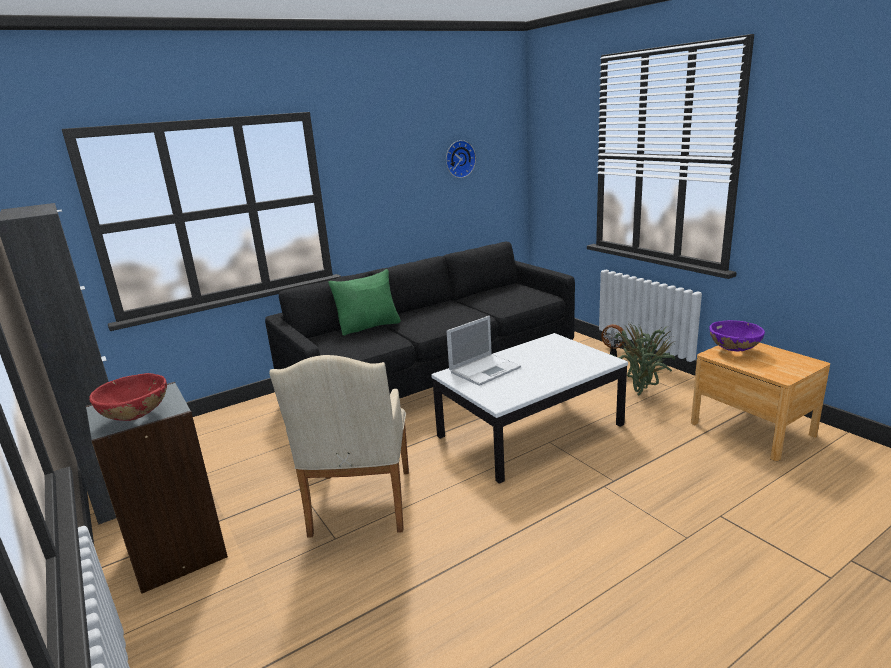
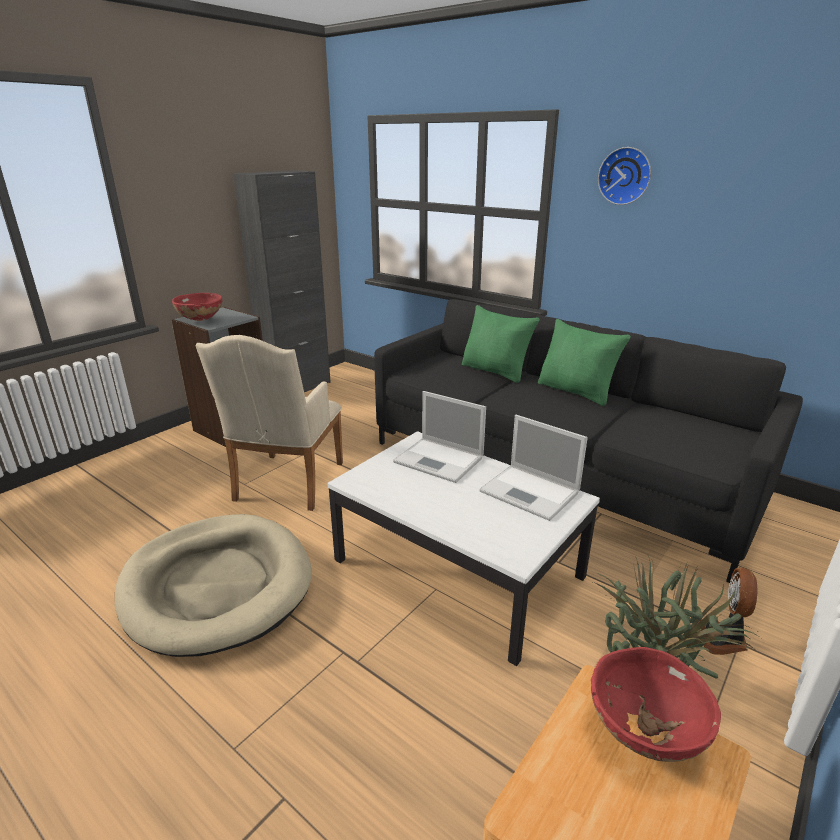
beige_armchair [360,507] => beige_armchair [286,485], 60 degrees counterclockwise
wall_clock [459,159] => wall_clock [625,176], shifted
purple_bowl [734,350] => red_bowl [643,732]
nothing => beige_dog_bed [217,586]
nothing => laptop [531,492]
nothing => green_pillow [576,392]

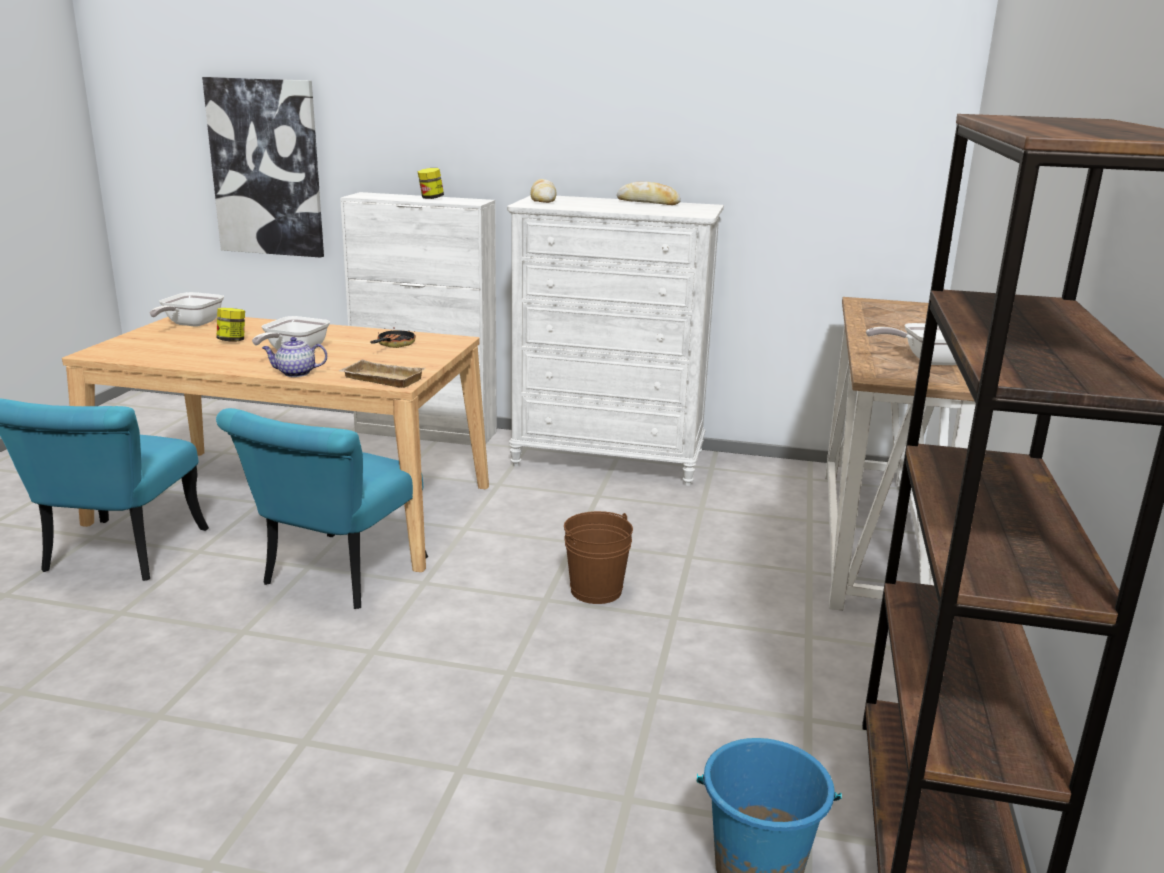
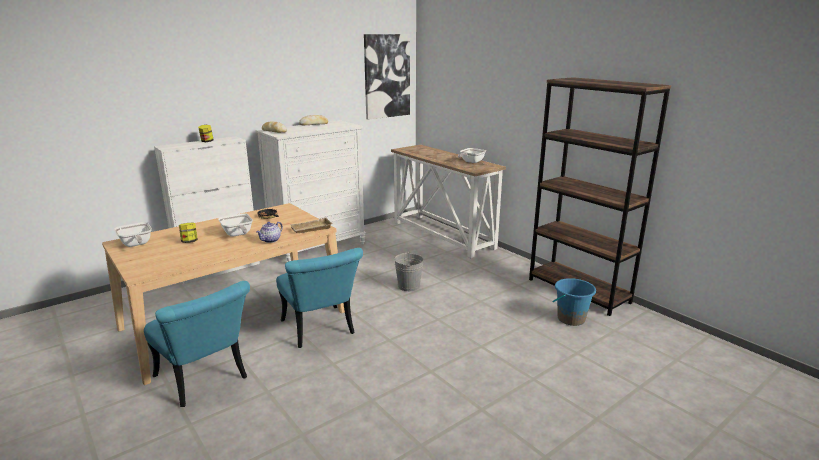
picture [266,168] => picture [386,76], shifted
brown_bucket [596,590] => grey_bucket [408,286]

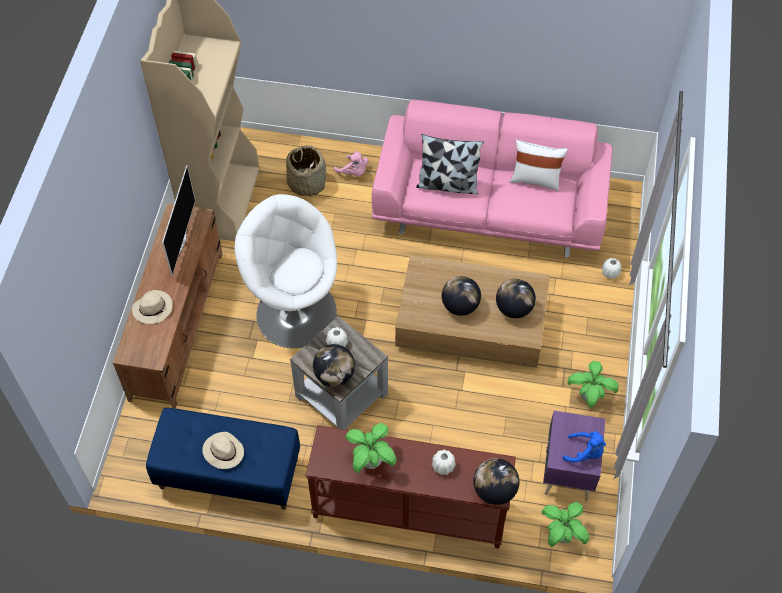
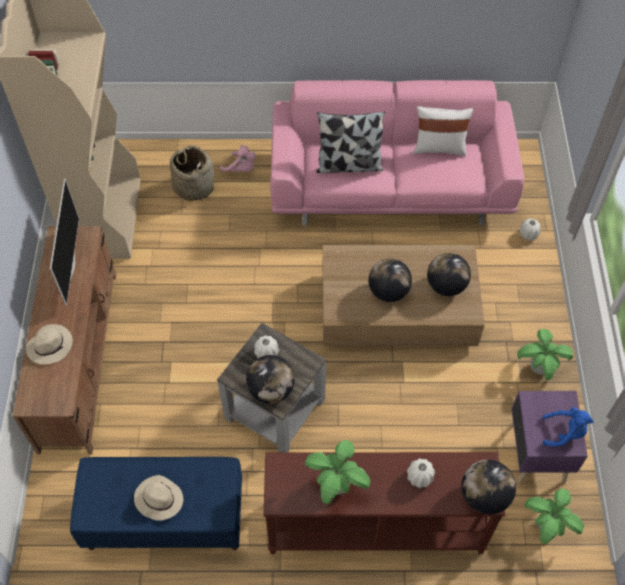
white_armchair [295,312] => nothing

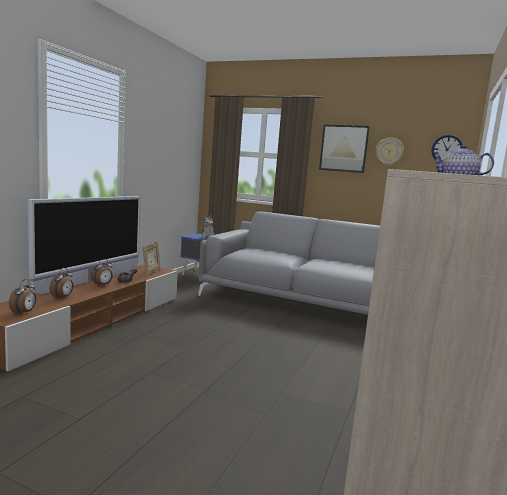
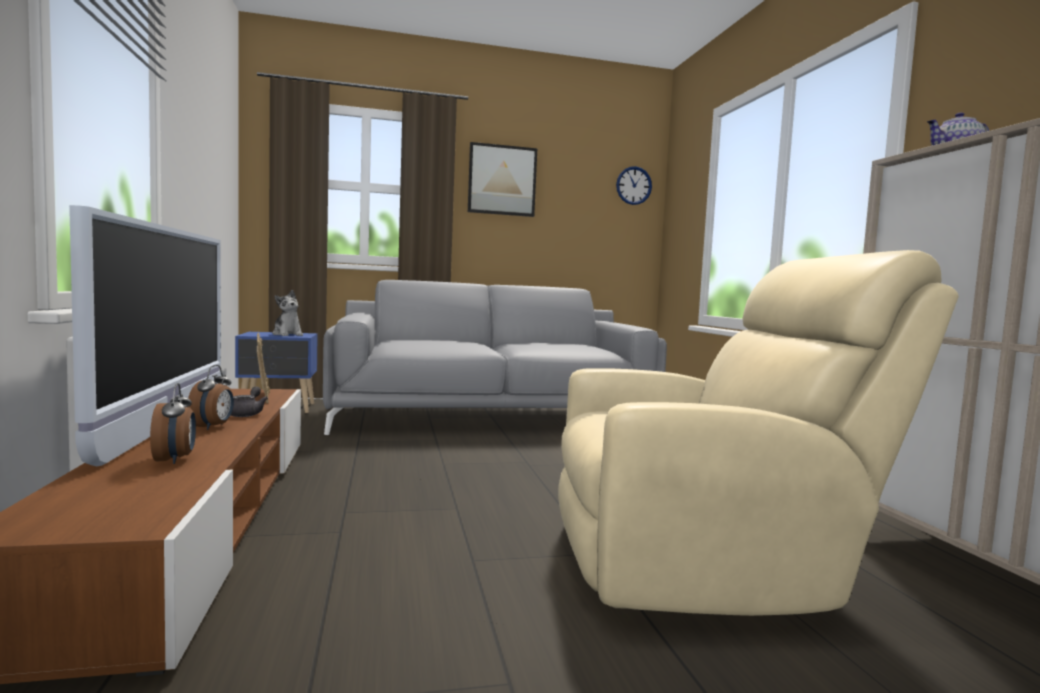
alarm_clock [24,312] => nothing
wall_clock [389,151] => nothing
nothing => beige_armchair [706,566]

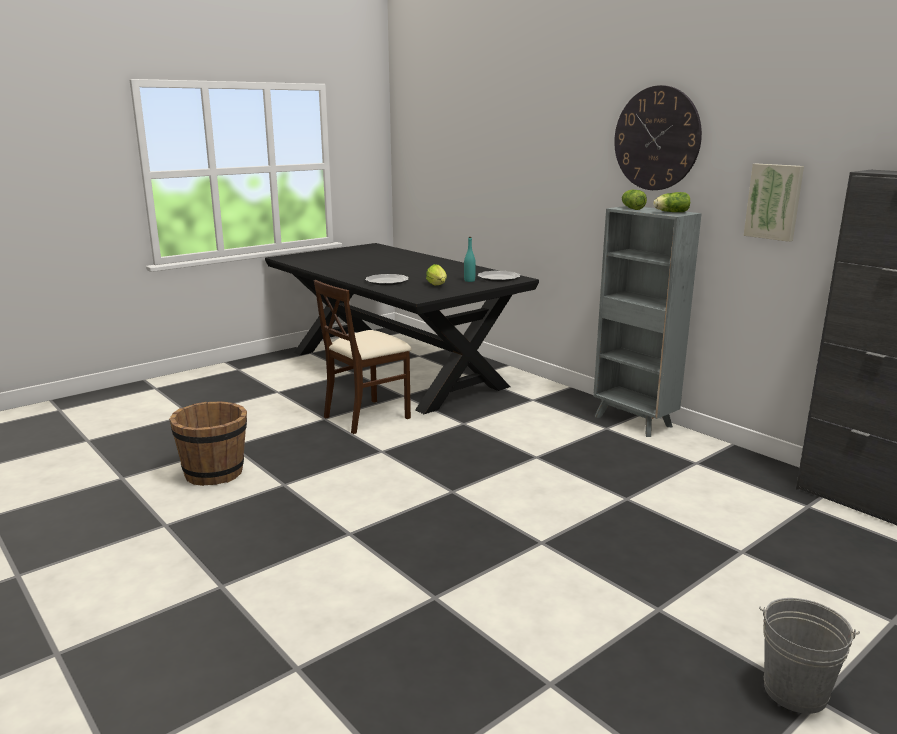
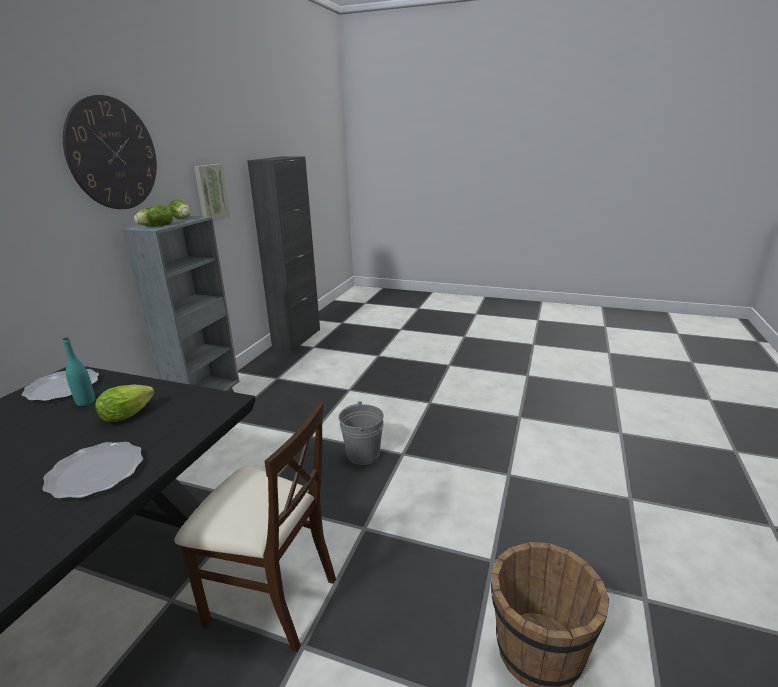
grey_bucket [795,691] => grey_bucket [363,454], shifted

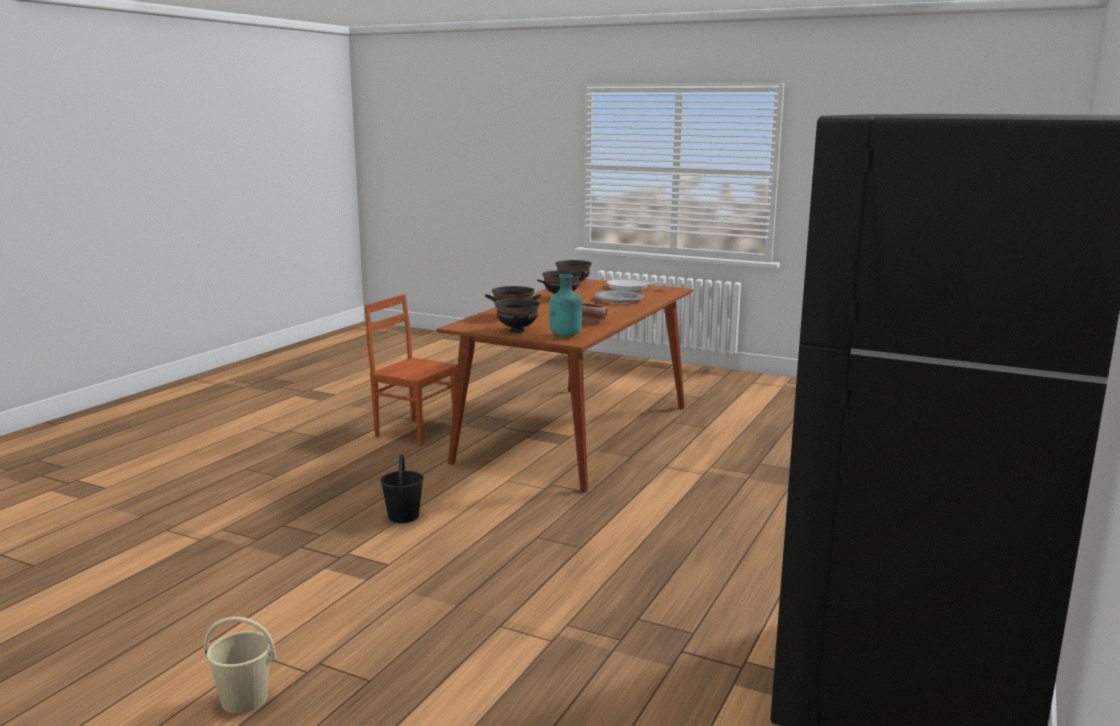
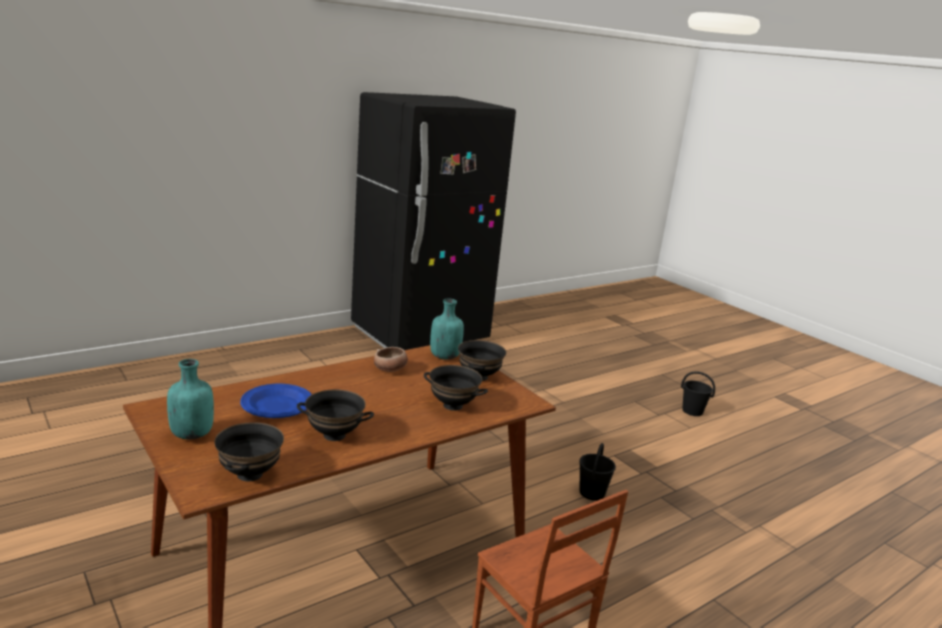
beige_bucket [243,700] => black_bucket [692,411]
grey_plate [619,299] => blue_plate [276,405]
frying_pan [630,288] => turquoise_bottle [192,434]

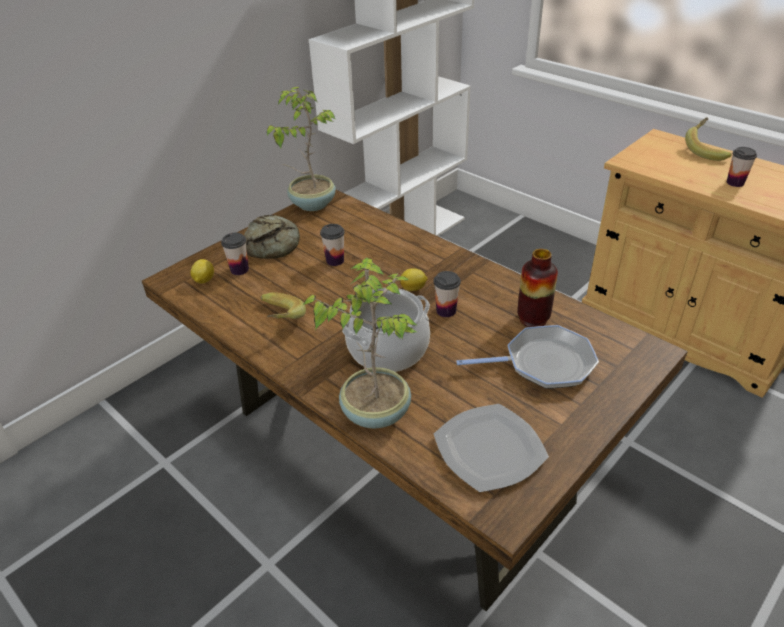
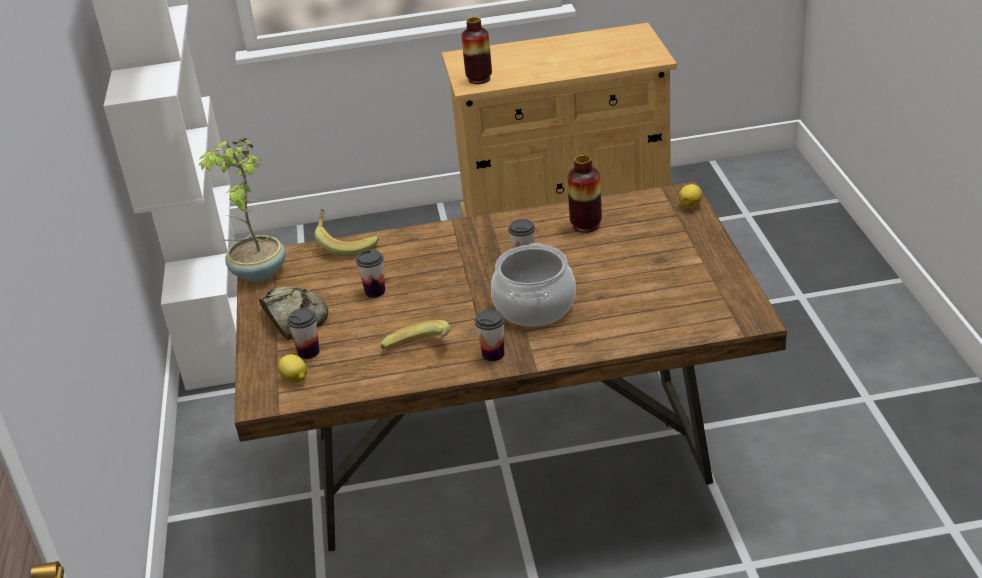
potted_plant [375,411] => nothing
lemon [414,288] => lemon [690,205], shifted
plate [489,448] => nothing
frying_pan [543,363] => nothing
banana [706,150] => banana [346,244], shifted
cup [735,183] => cup [493,354], shifted
nothing => vase [479,79]

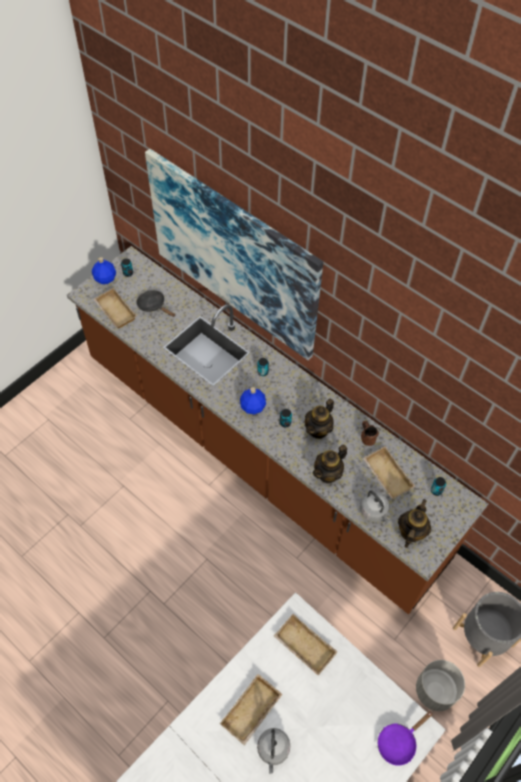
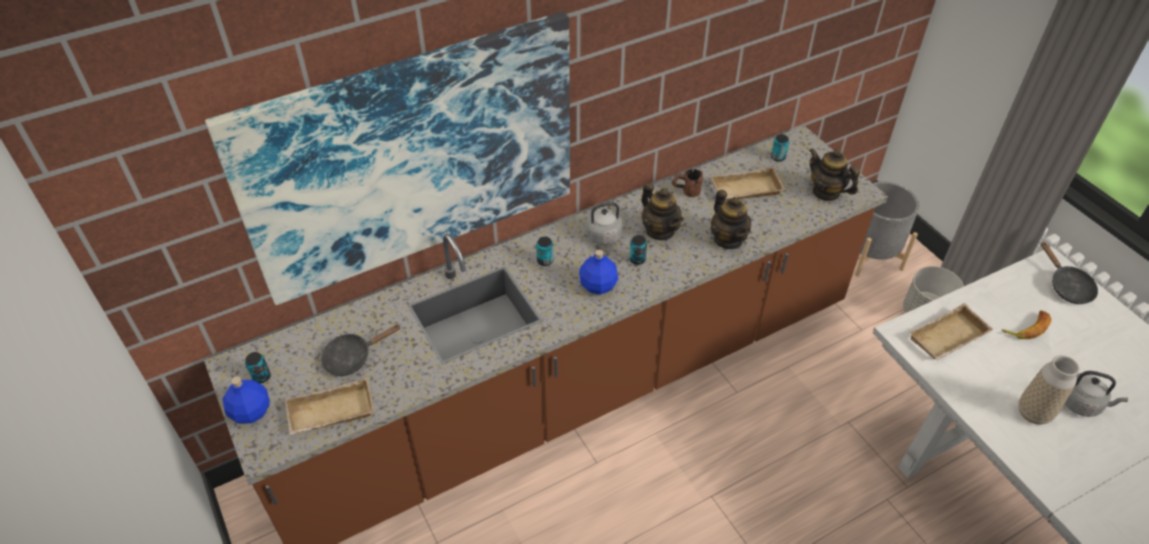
beige_tray [252,712] => vase [1033,413]
grey_kettle [374,512] => grey_kettle [606,235], shifted
purple_frying_pan [399,742] => black_frying_pan [1067,286]
nothing => banana [1027,327]

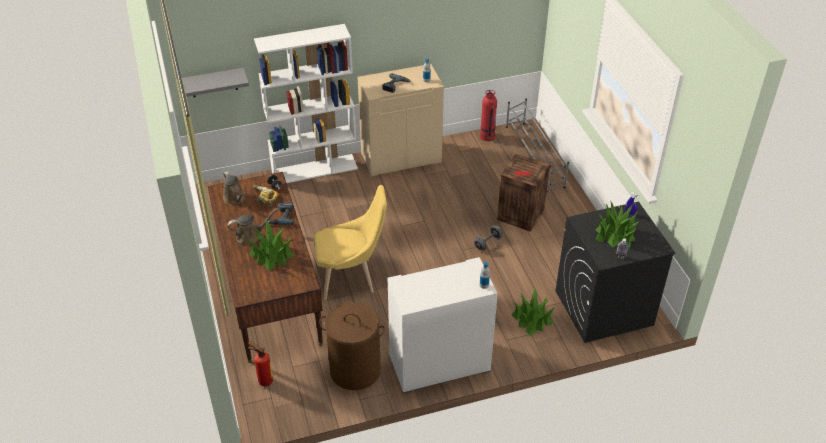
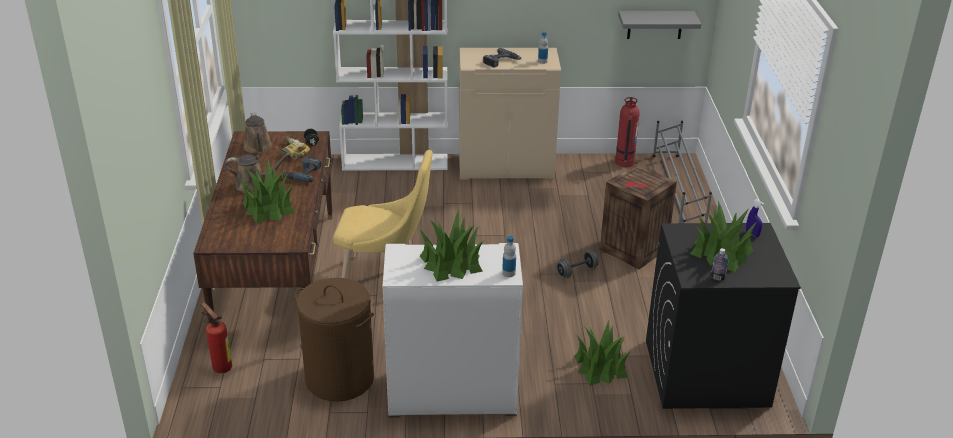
grey_shelf [214,83] => grey_shelf [655,24], shifted
nothing => potted_plant [451,263]

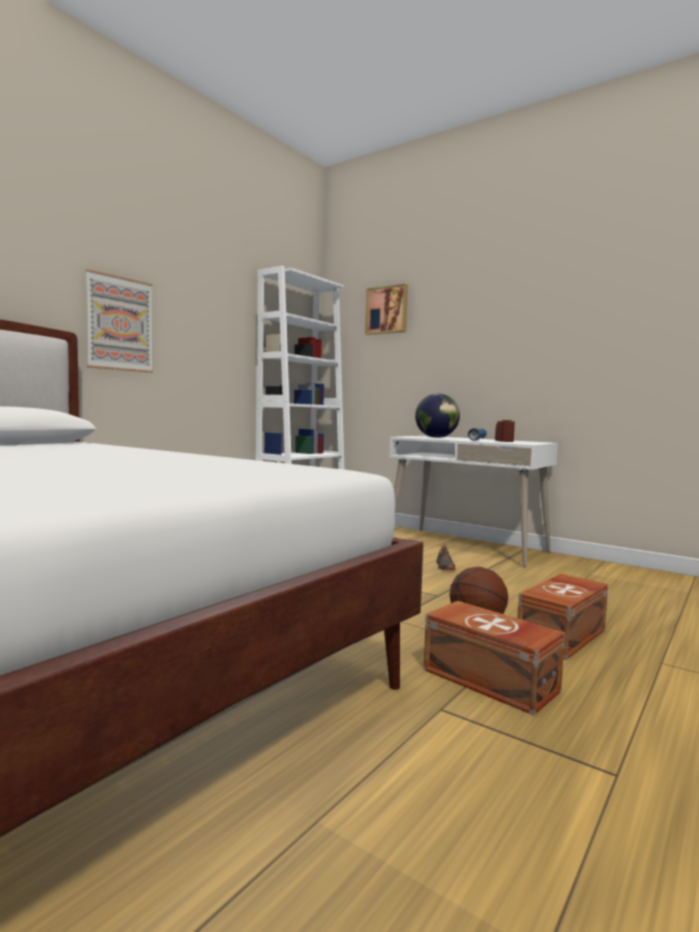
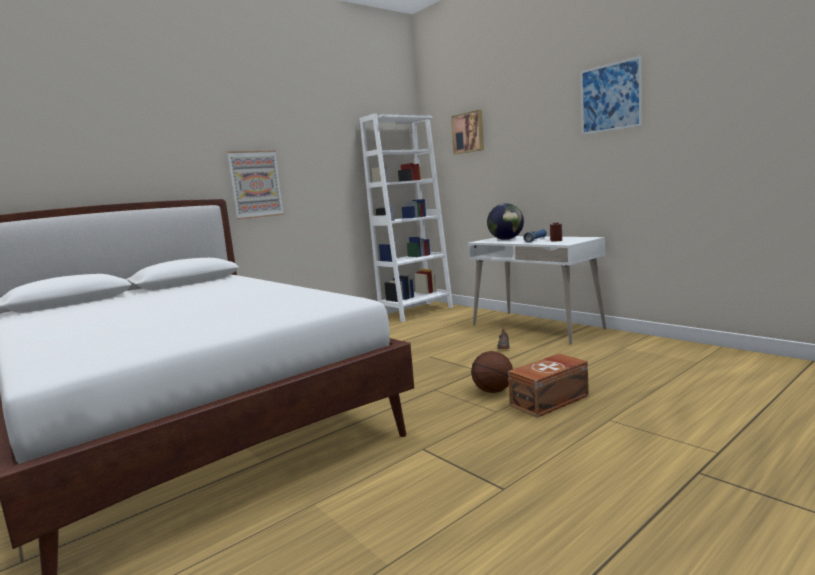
brown_storage_box [490,681] => nothing
nothing => picture [610,97]

